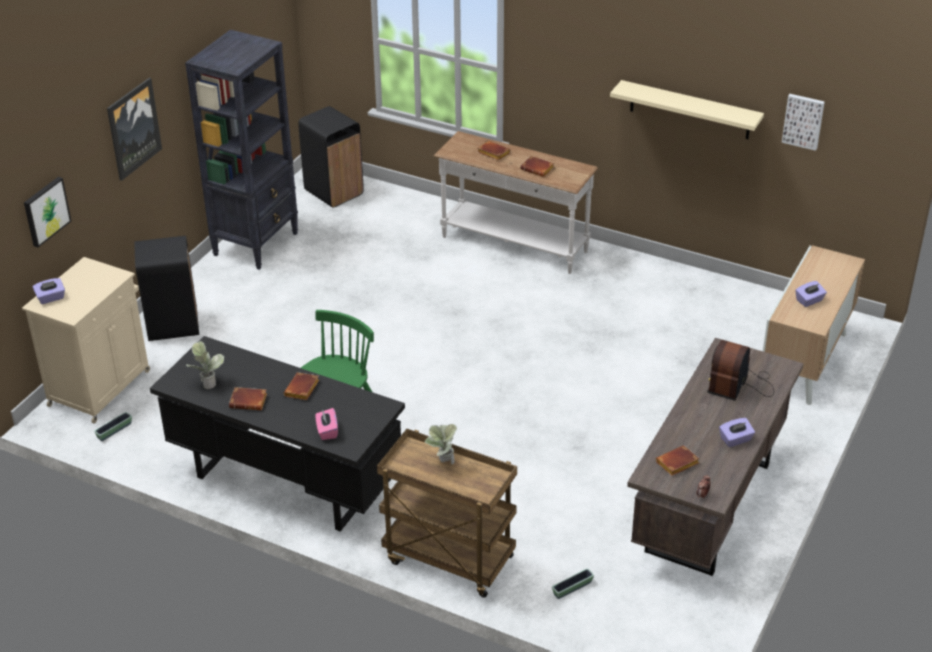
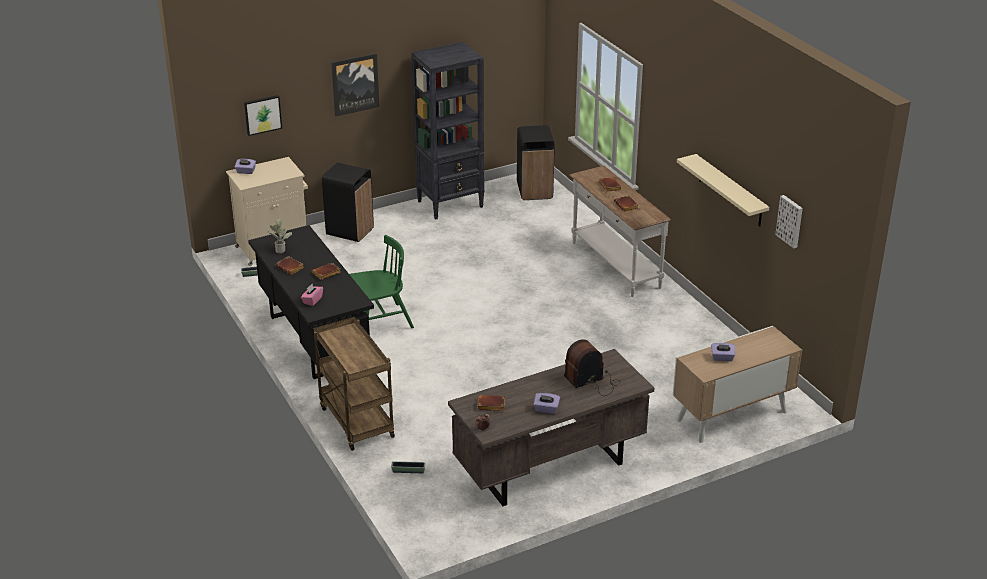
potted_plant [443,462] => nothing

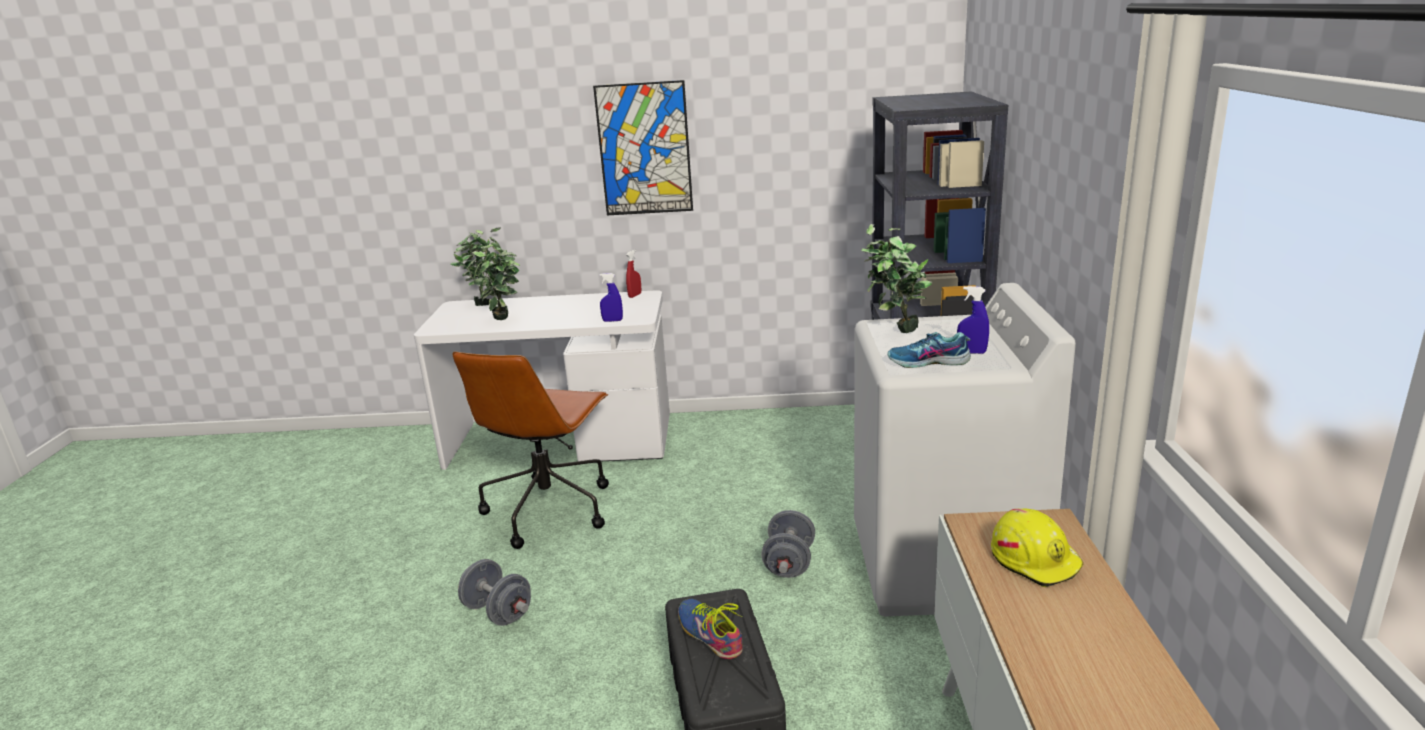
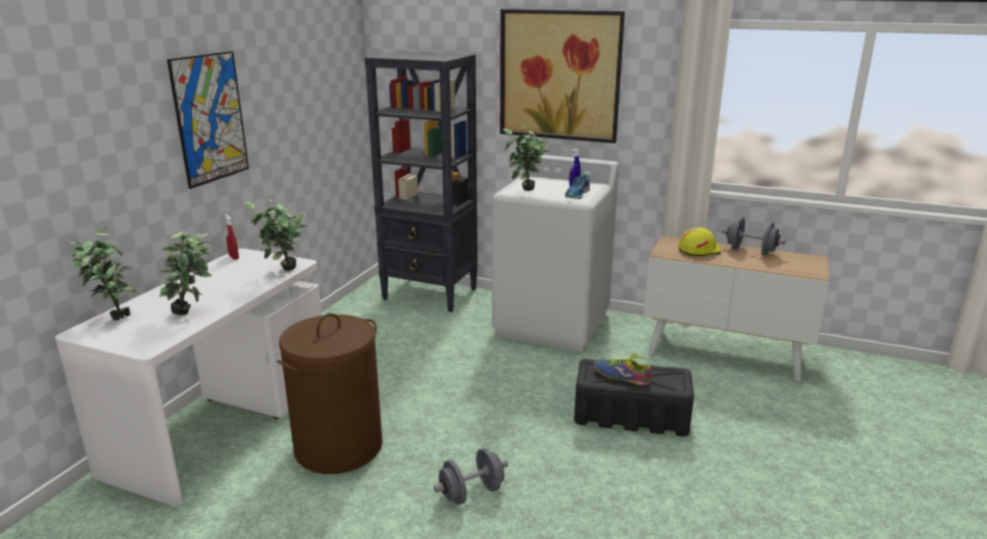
brown_office_chair [549,509] => brown_laundry_basket [338,447]
blue_spray_bottle [612,321] => potted_plant [283,272]
shoe [709,634] => shoe [621,376], 45 degrees clockwise
grey_dumbbell [789,563] => grey_dumbbell [750,251], shifted
nothing => picture [559,75]

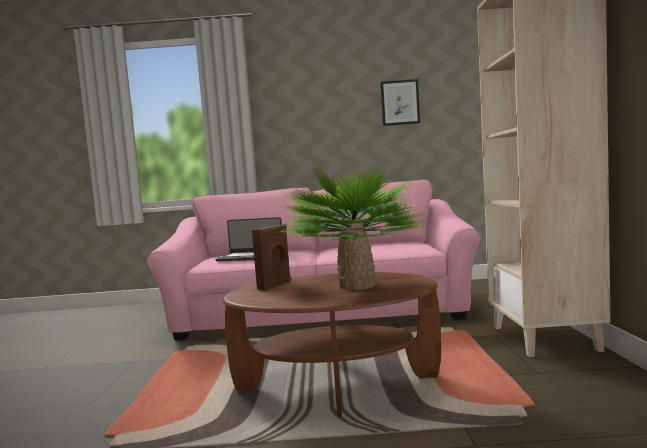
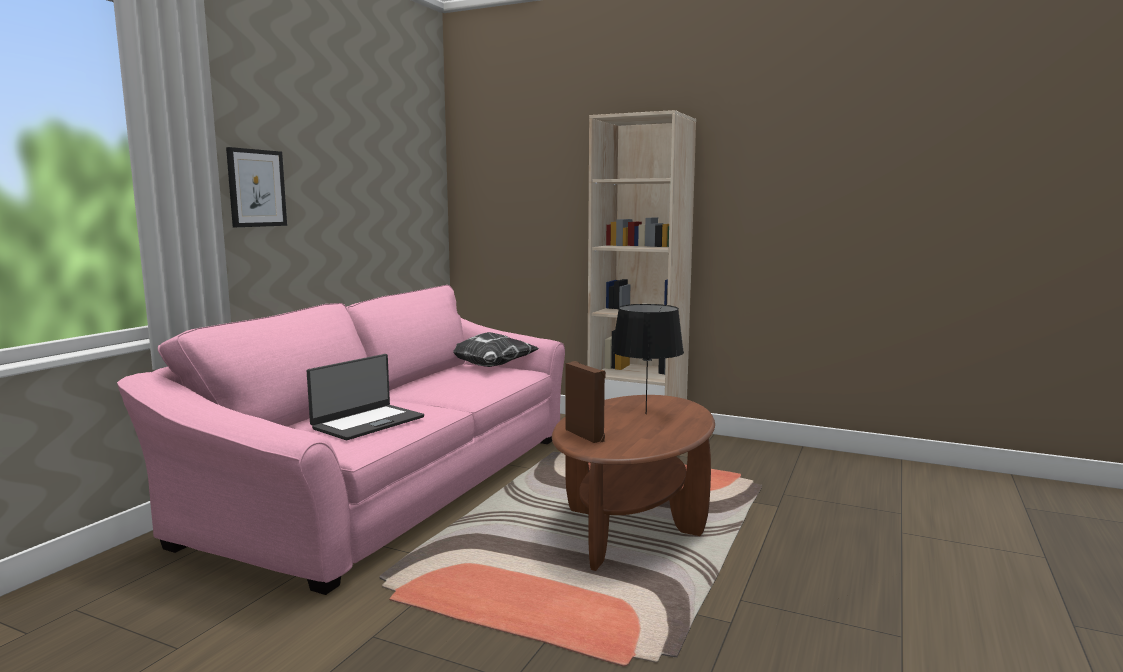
potted_plant [357,285] => black_table_lamp [646,414]
picture [400,102] => picture [256,188], shifted
nothing => pillow [487,366]

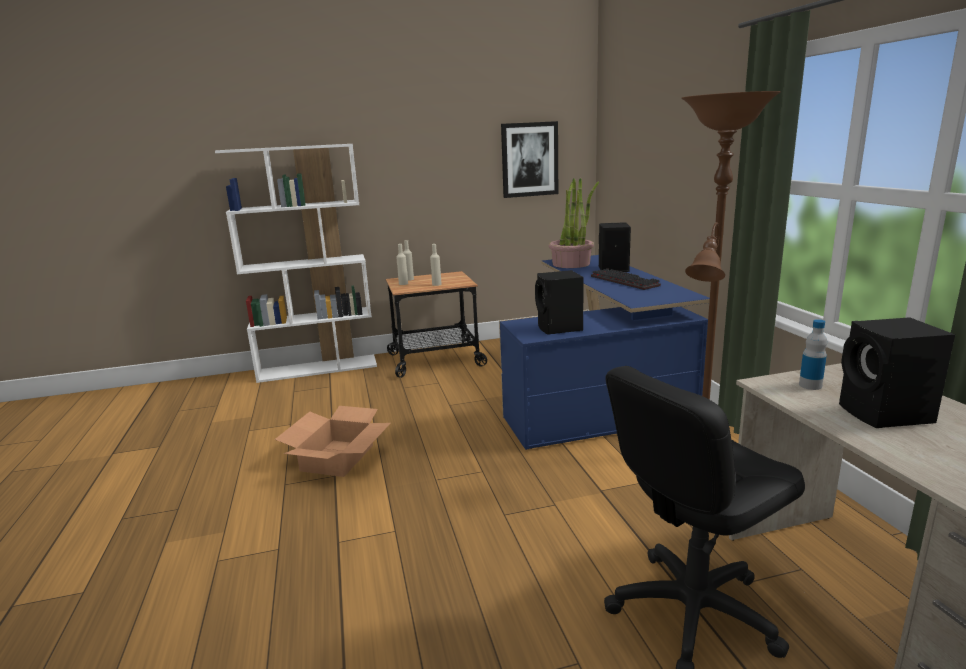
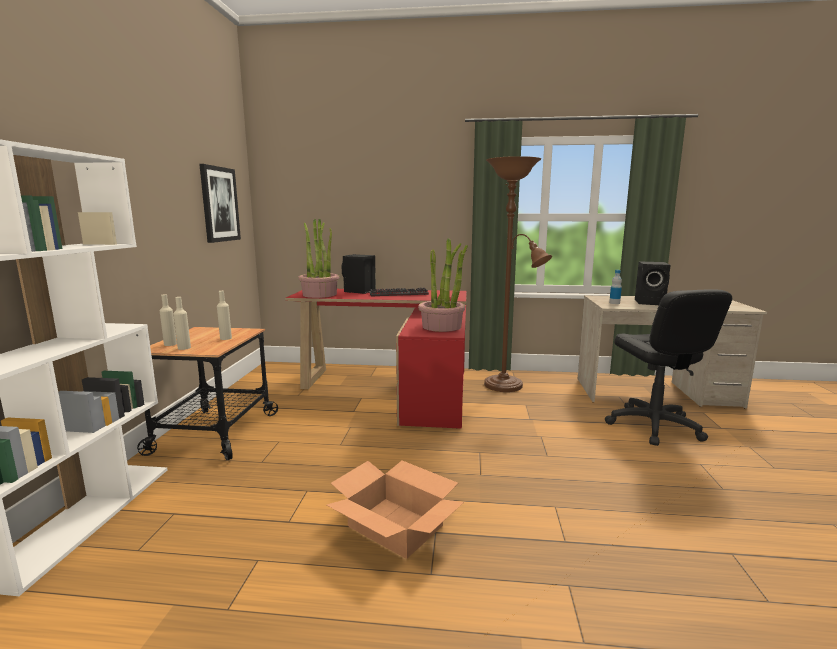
blue_desk [598,395] => red_desk [395,389]
black_speaker [559,328] => potted_plant [442,327]

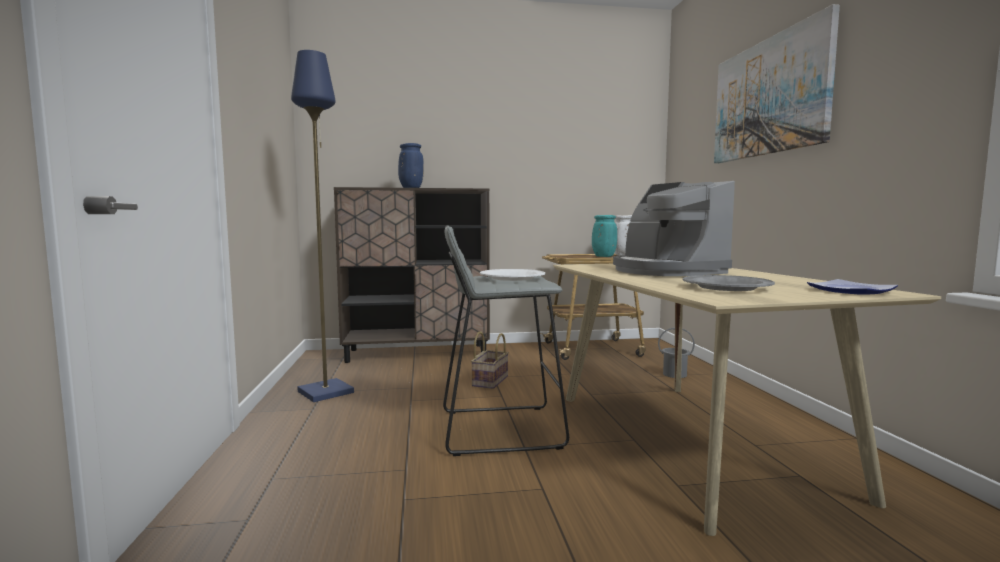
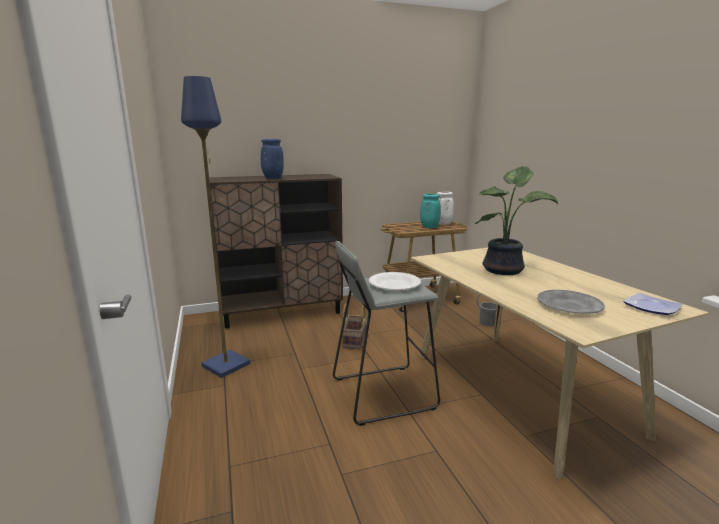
coffee_machine [665,271] => potted_plant [505,270]
picture [769,97] => nothing

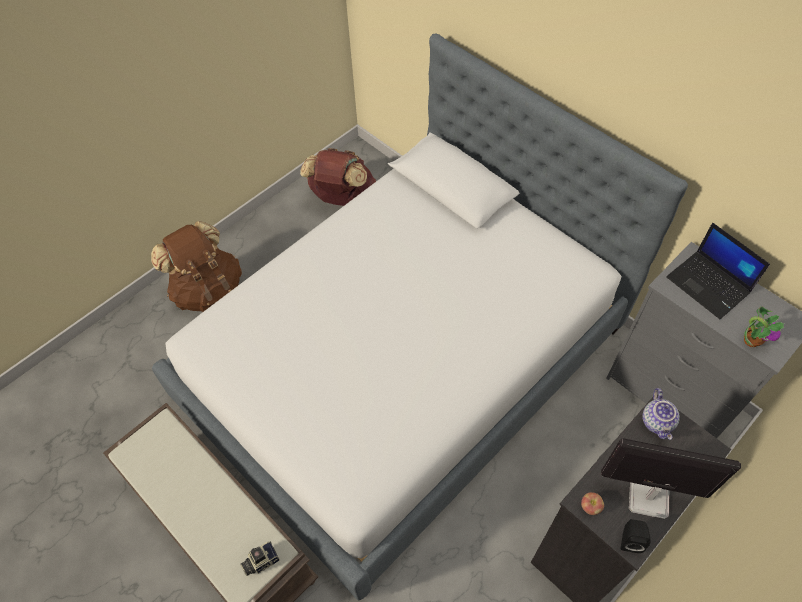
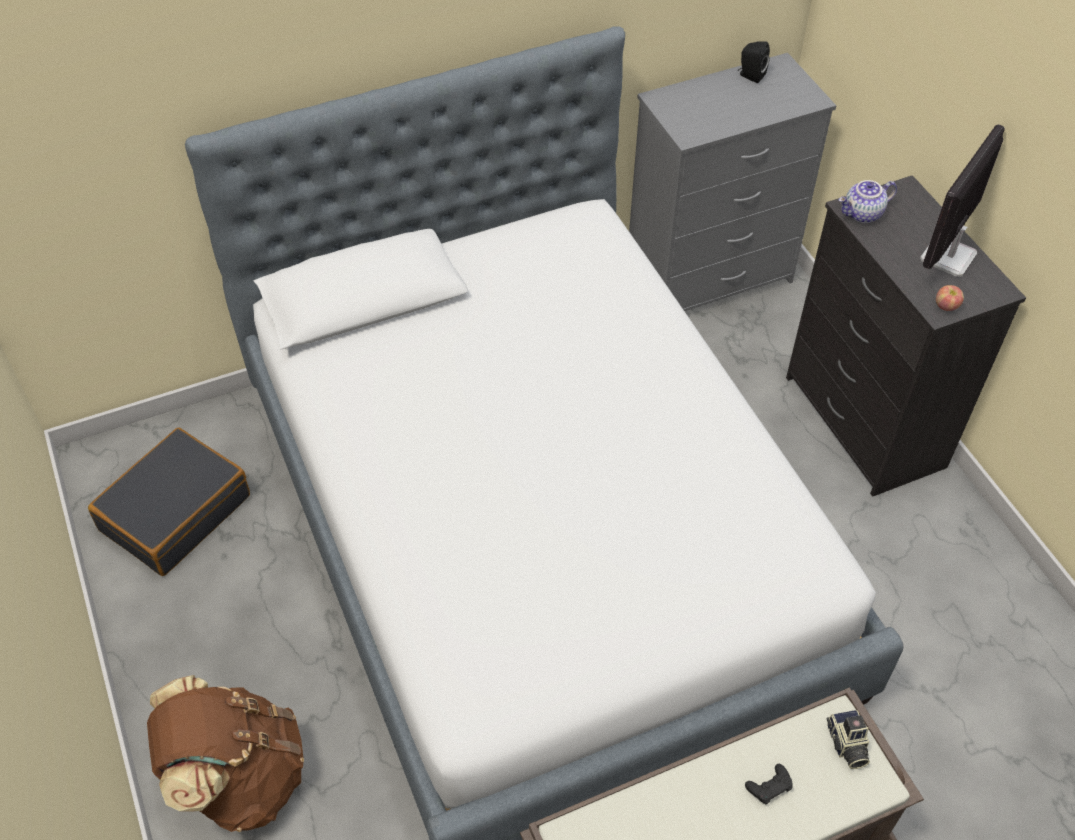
brown_backpack [342,198] => black_suitcase [175,512]
black_speaker [630,539] => black_speaker [750,75], shifted
teapot [658,422] => teapot [863,214], 135 degrees clockwise
laptop [709,285] => nothing
potted_plant [751,340] => nothing
nothing => black_game_controller [769,786]

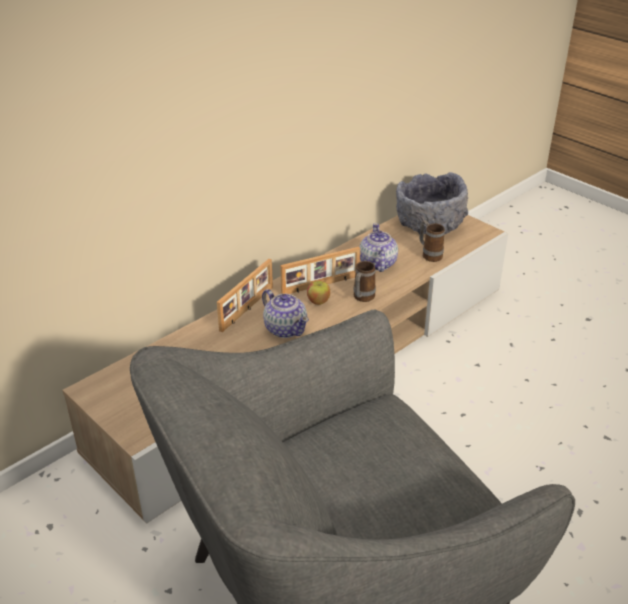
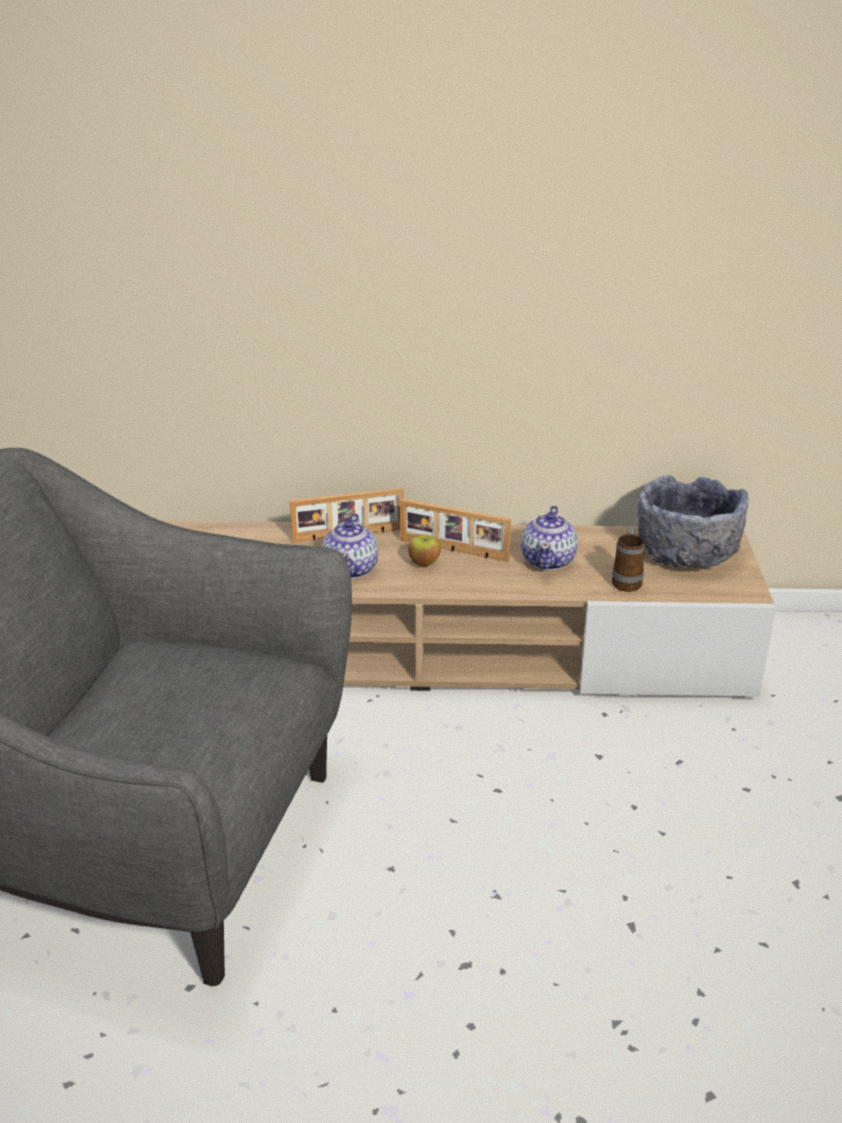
mug [362,298] => nothing
teapot [377,264] => teapot [549,560], 150 degrees clockwise

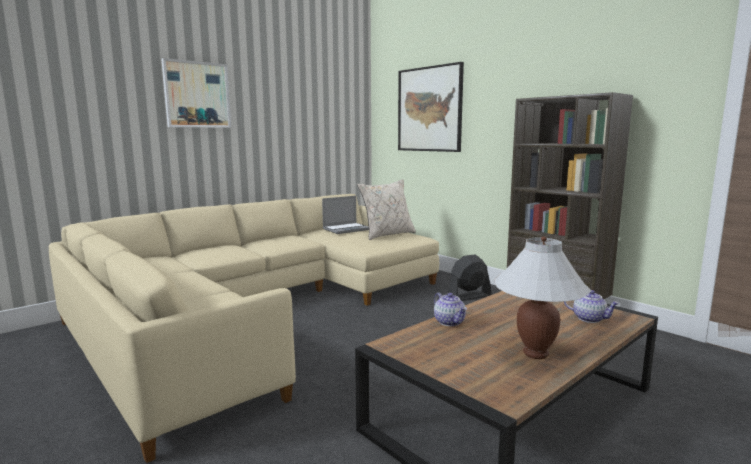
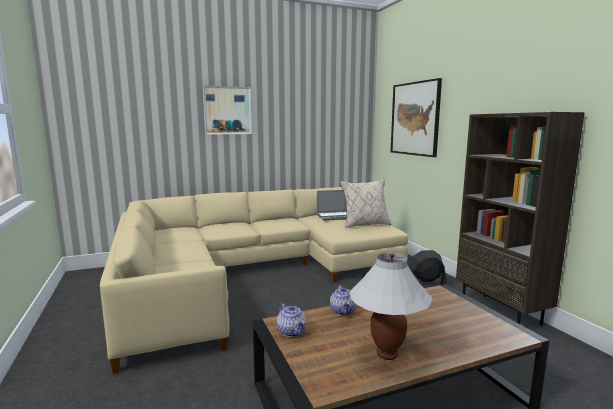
teapot [589,318] => teapot [292,332], shifted

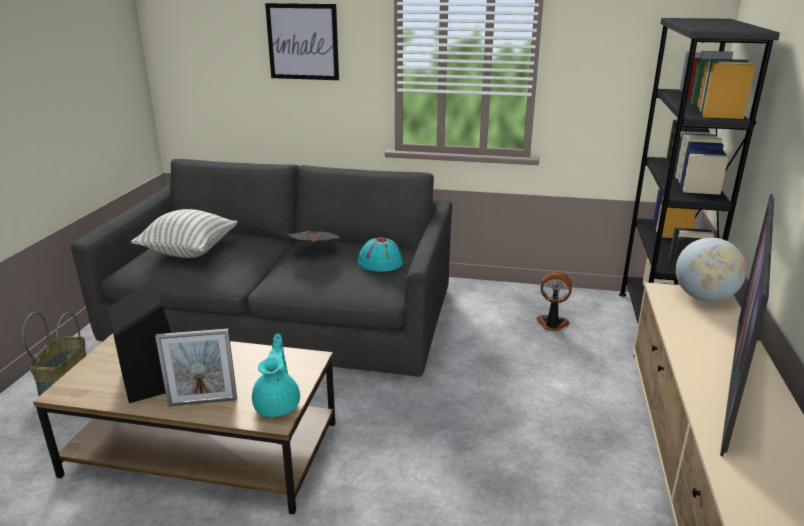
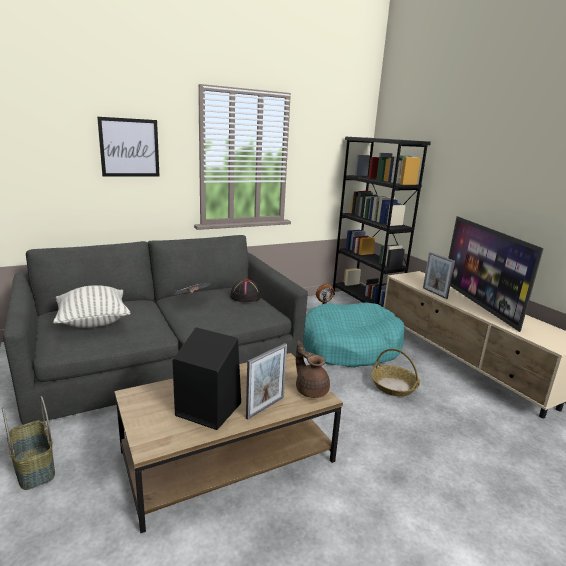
turquoise_teapot [278,404] => brown_teapot [311,390]
turquoise_hat [380,262] => black_hat [245,297]
globe [703,298] => nothing
nothing => turquoise_dog_bed [349,347]
nothing => basket [394,386]
nothing => picture_frame [434,293]

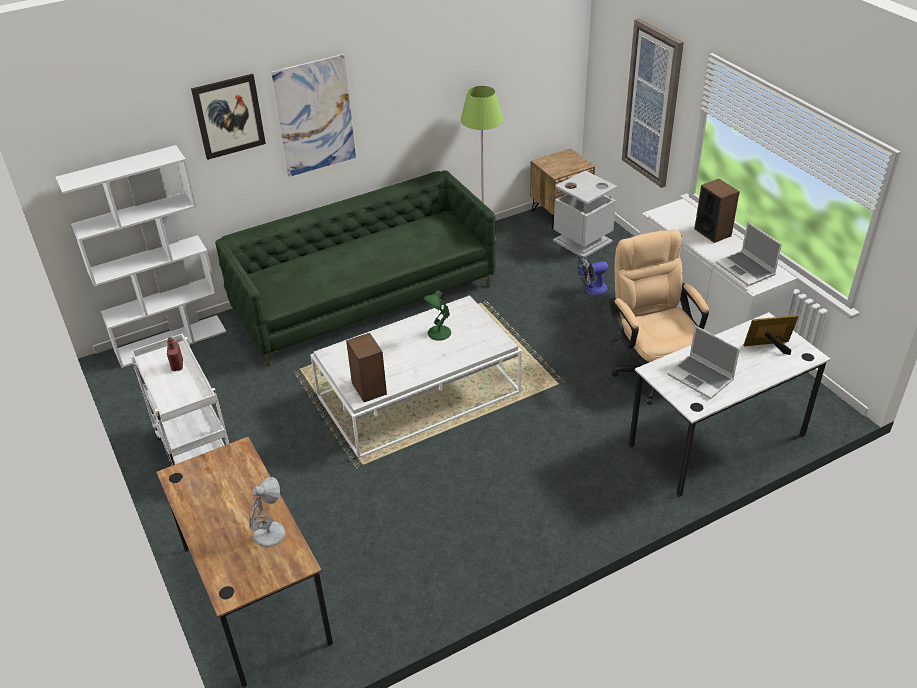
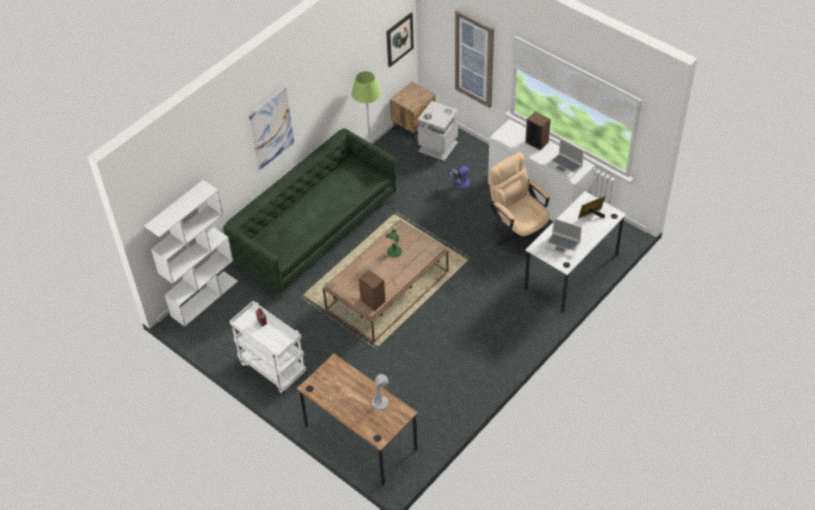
picture [229,116] => picture [399,39], shifted
white_coffee_table [419,394] => brown_coffee_table [387,290]

